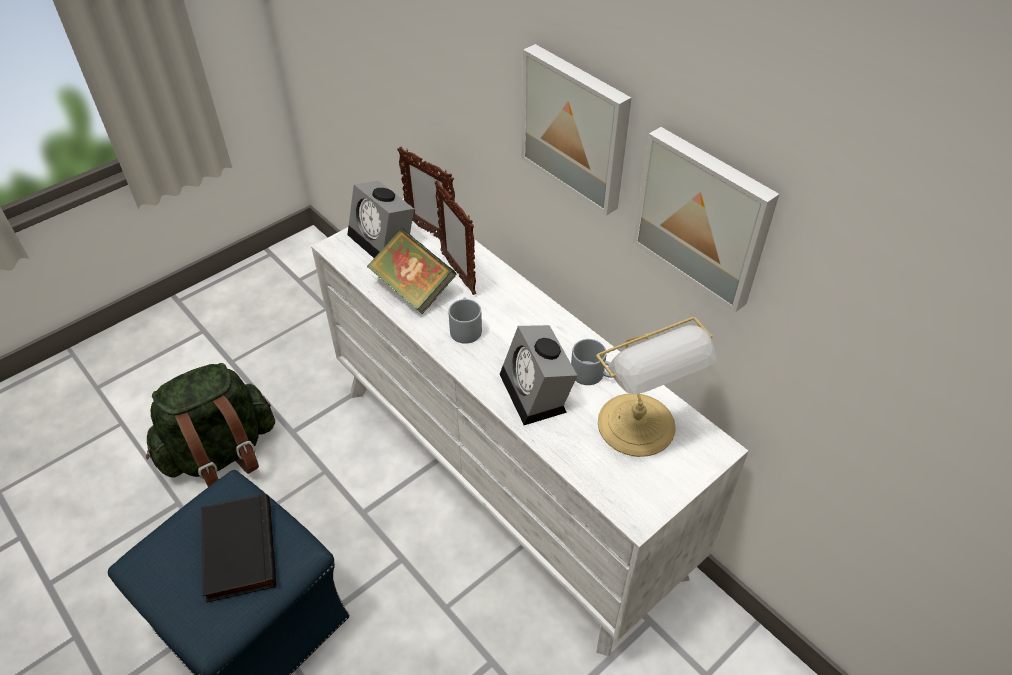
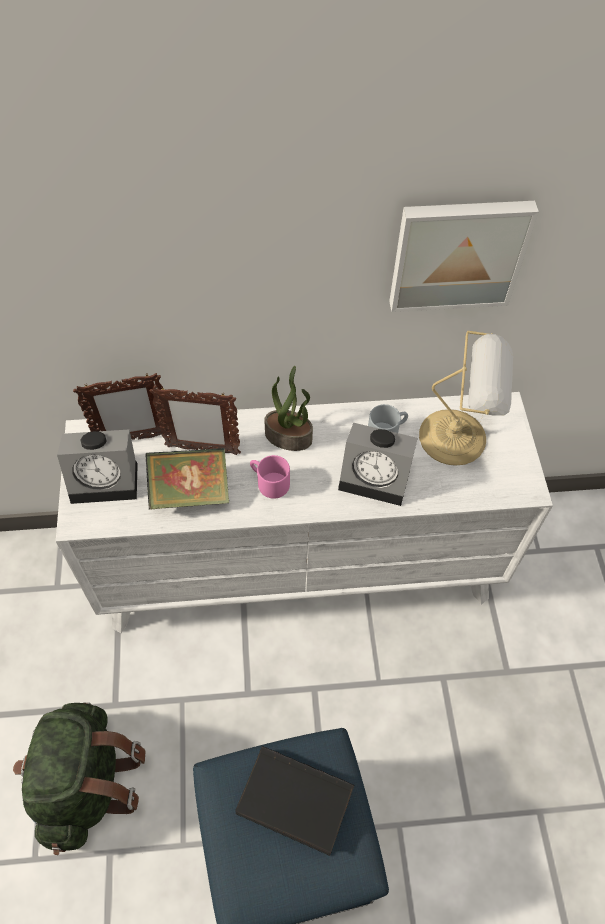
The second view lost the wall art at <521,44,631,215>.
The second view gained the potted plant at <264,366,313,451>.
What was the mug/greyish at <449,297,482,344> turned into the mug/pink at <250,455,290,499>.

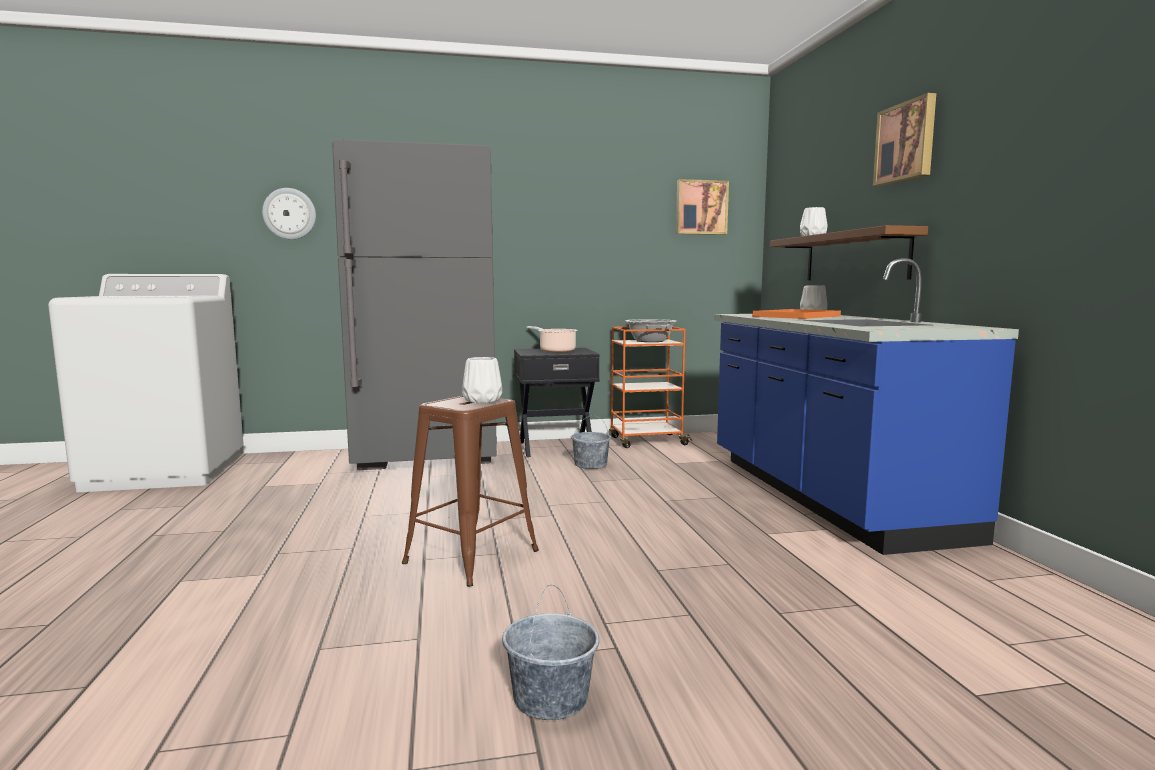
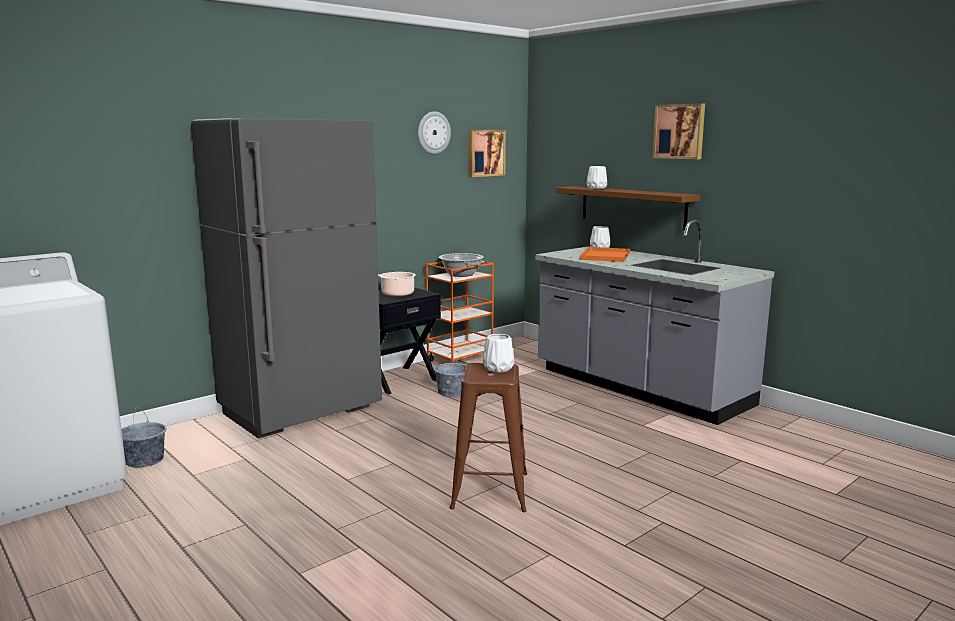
The wall clock ended up elsewhere, having gone from <262,188,316,240> to <418,111,451,154>.
The pail/greyish ended up elsewhere, having gone from <502,585,599,720> to <121,407,166,467>.
What was the kitchen base unit/bluish at <714,258,1019,555> turned into the kitchen base unit/greyish at <535,220,775,425>.

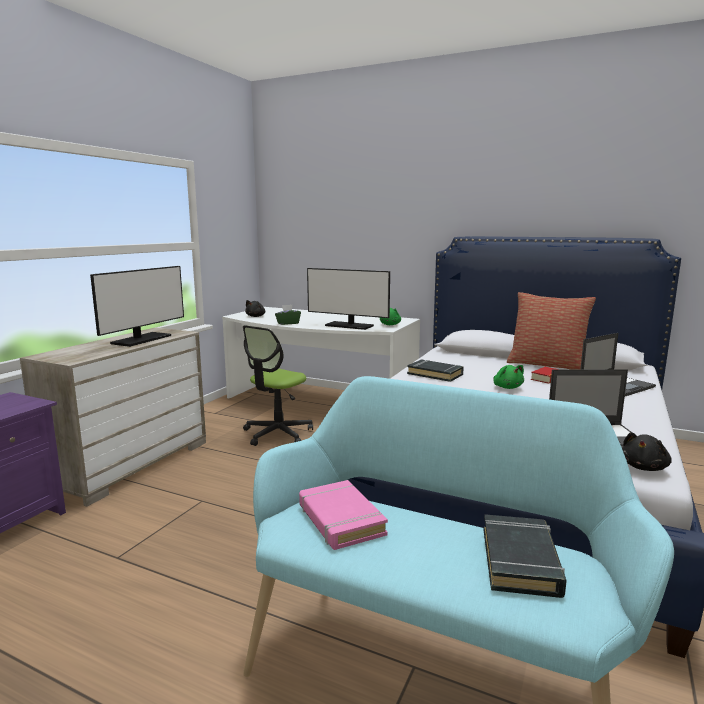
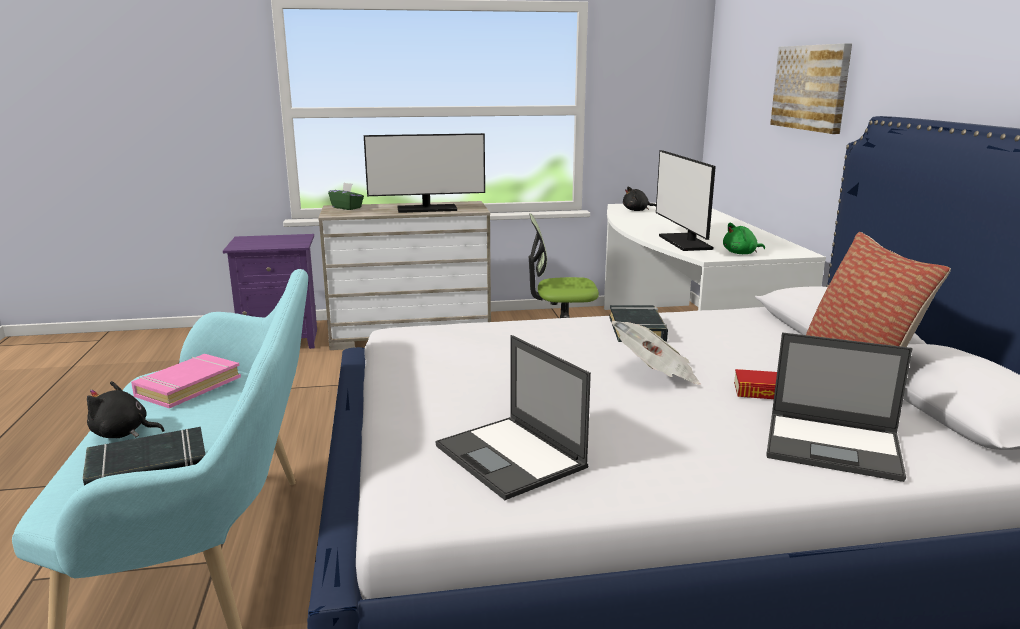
The second view gained the wall art at <770,44,852,134>.
The tissue box/green-coloured ended up elsewhere, having gone from <275,305,301,325> to <328,183,364,210>.
The plush toy/black-coloured ended up elsewhere, having gone from <622,432,672,471> to <87,381,165,438>.
Where the plush toy/green-coloured stood at <494,365,524,389>, the newspaper came to stand at <611,321,701,384>.

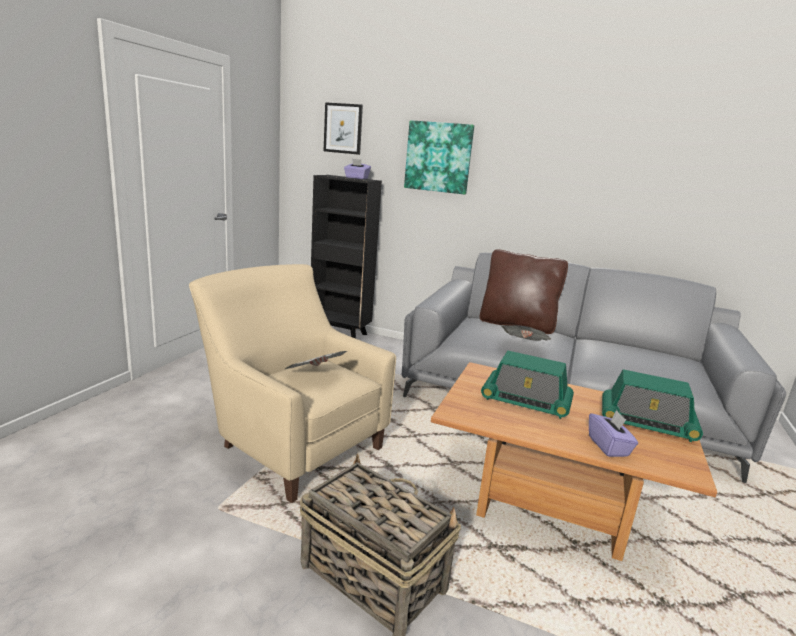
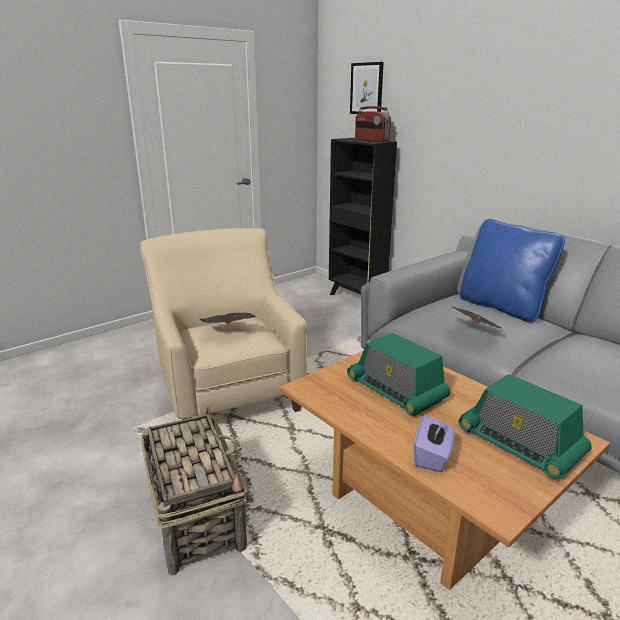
The second view lost the wall art at <404,120,474,194>.
Where the tissue box/purplish stood at <344,159,371,179>, the radio set came to stand at <355,106,391,142>.
What was the pillow/brown-coloured at <480,249,568,334> turned into the pillow/bluish at <460,219,565,323>.

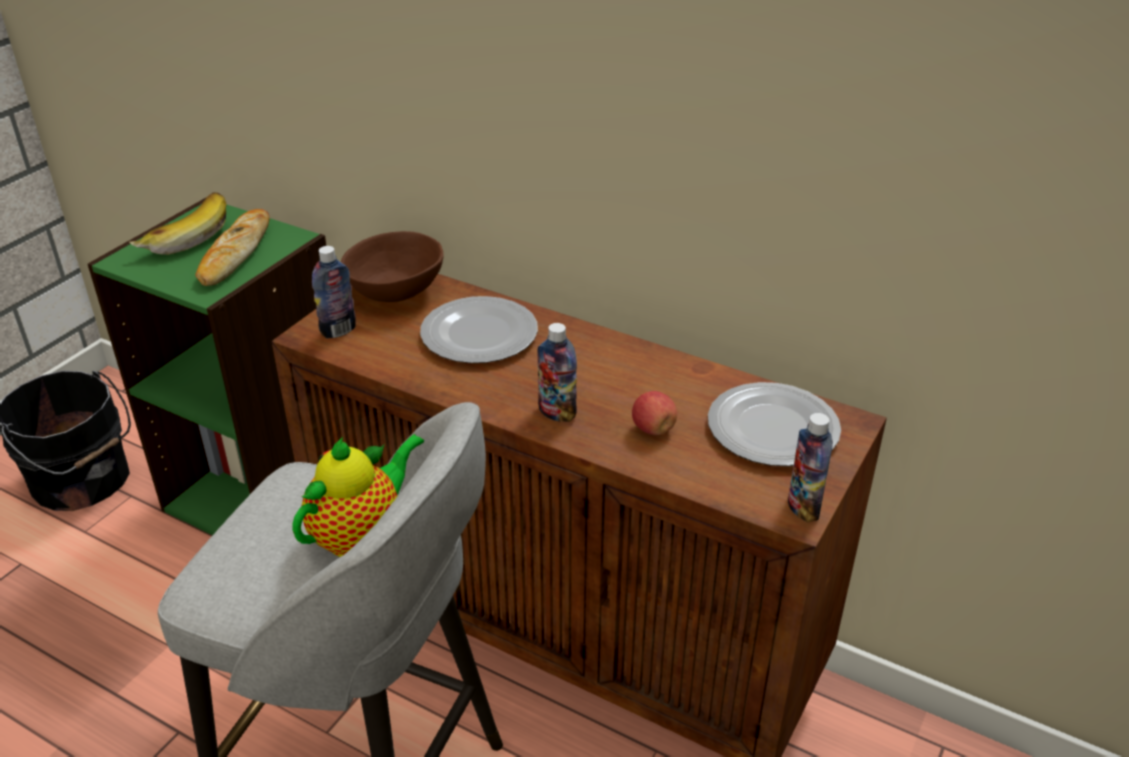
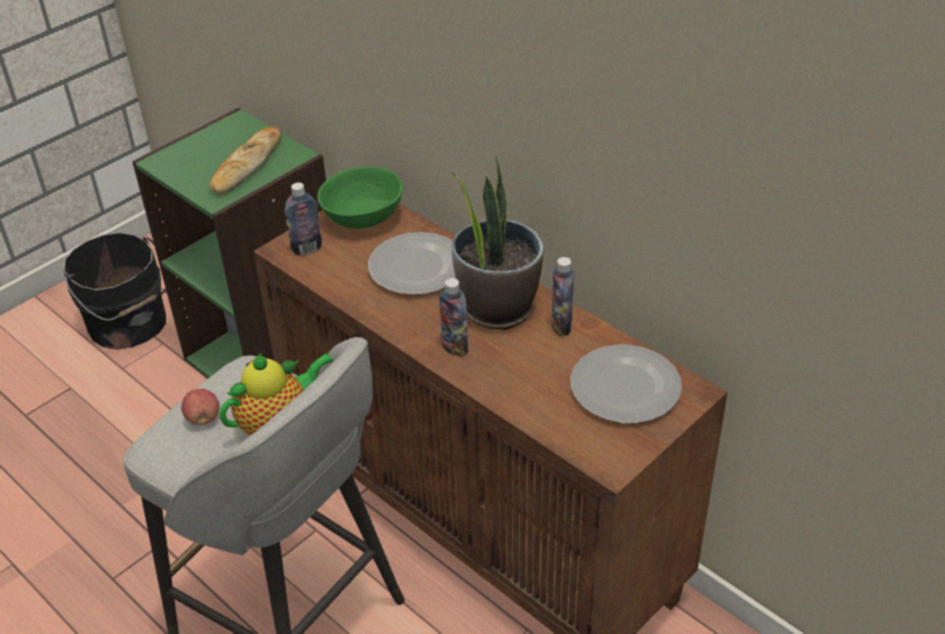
The second view lost the banana fruit at <129,192,226,255>.
The second view gained the potted plant at <451,154,544,330>.
The apple fruit ended up elsewhere, having gone from <632,391,677,435> to <181,389,219,426>.
The drink bottle ended up elsewhere, having gone from <788,413,833,522> to <552,257,574,336>.
What was the deep dish/brown-coloured at <341,231,444,302> turned into the deep dish/green-coloured at <317,167,403,229>.

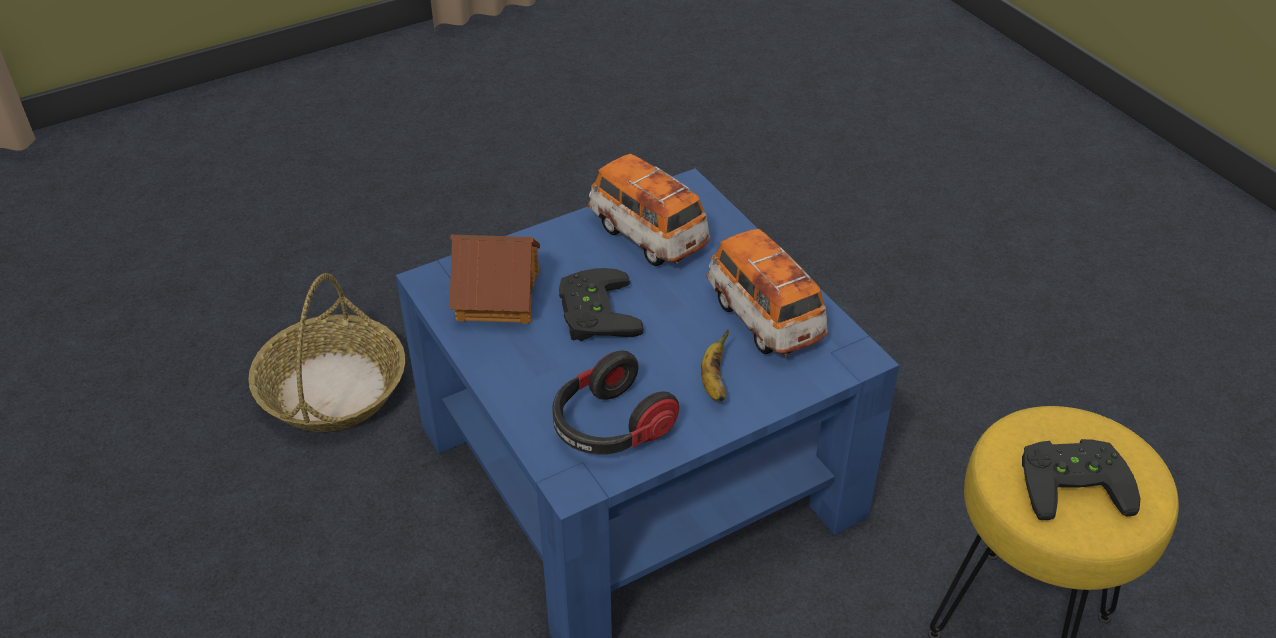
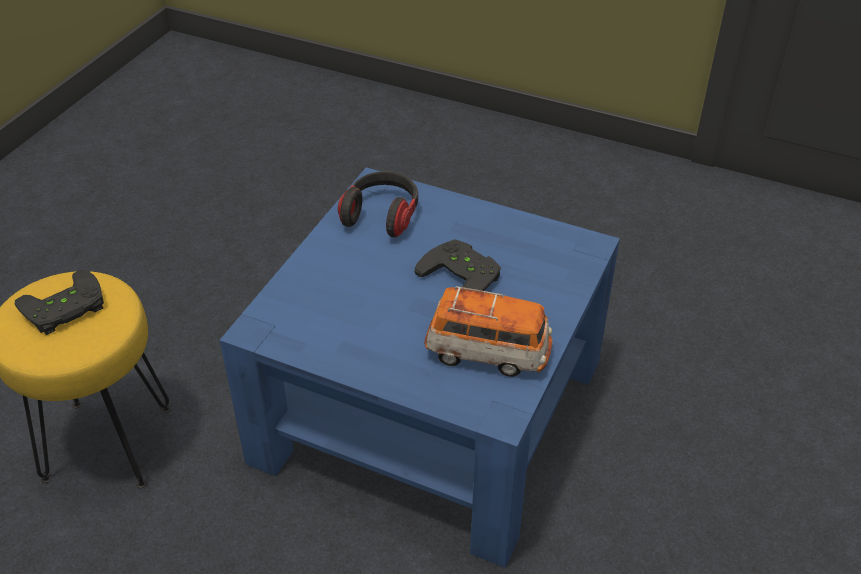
The second view lost the storage basket at <248,273,405,432>.
The second view lost the miniature house at <449,235,540,324>.
The second view lost the banana fruit at <701,329,729,401>.
The second view lost the miniature car at <706,229,828,357>.

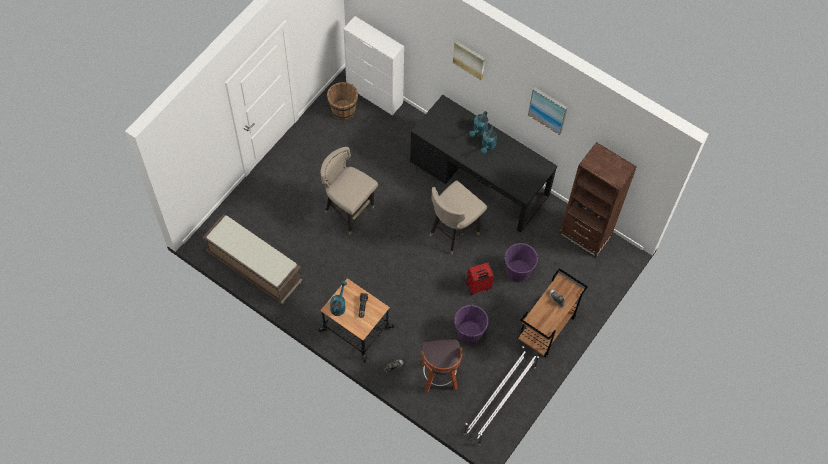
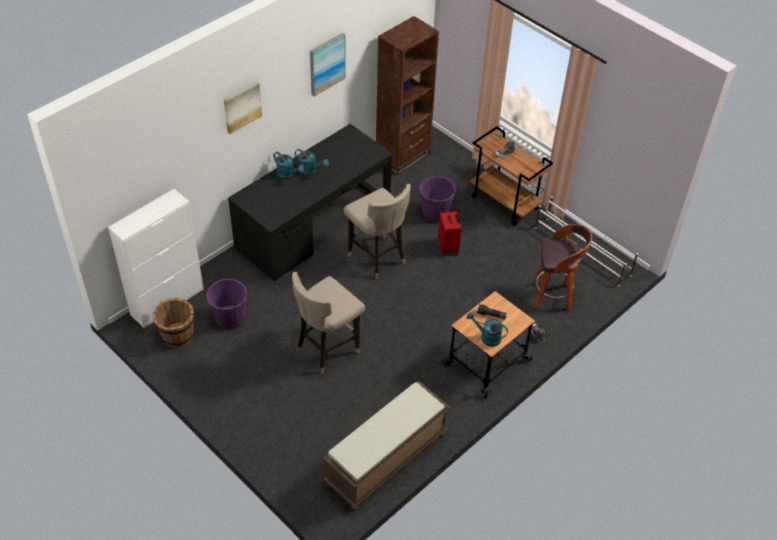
The pail/purplish ended up elsewhere, having gone from <454,305,488,344> to <207,279,247,329>.

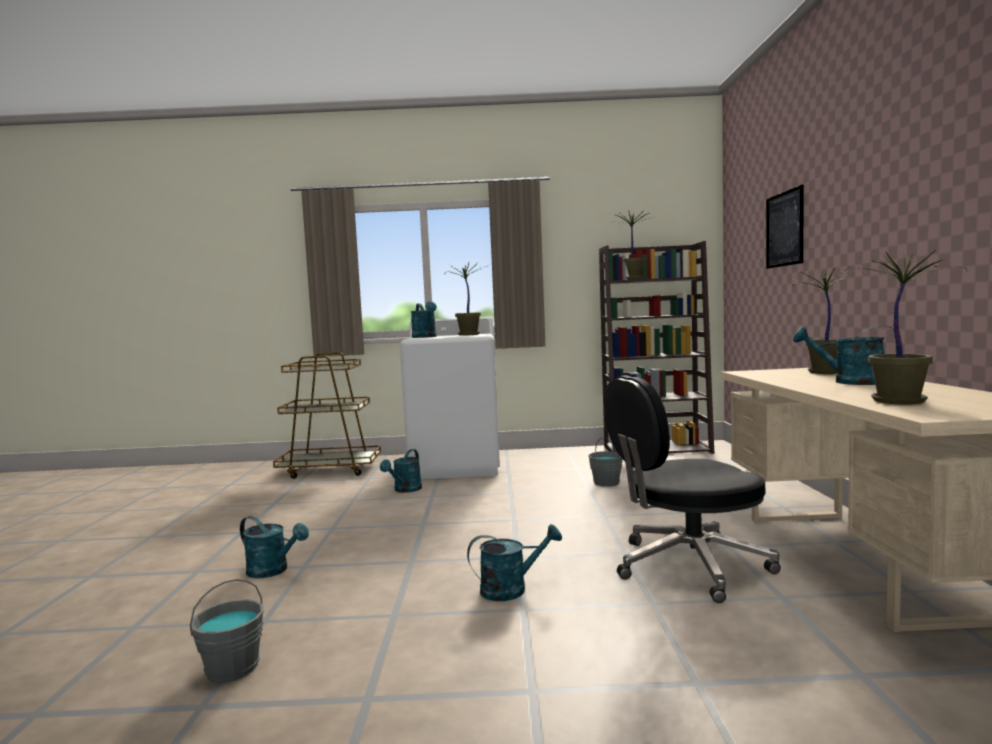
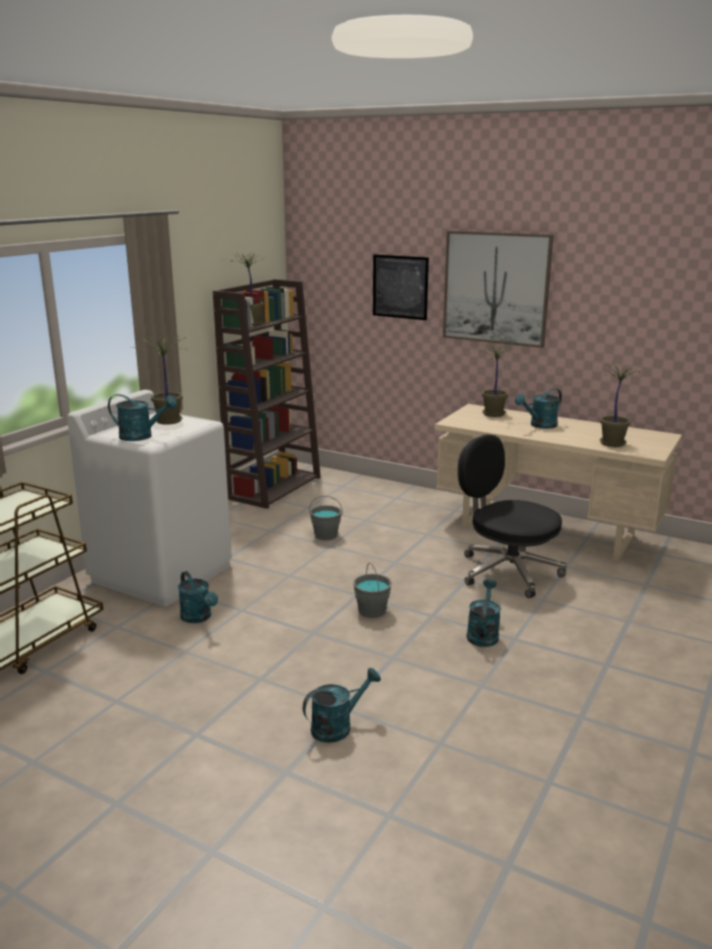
The second view gained the wall art at <443,230,553,348>.
The pail/greyish ended up elsewhere, having gone from <190,579,264,683> to <353,563,392,618>.
The office chair/black-coloured at <604,375,781,603> ended up facing another way, 120 degrees clockwise from before.

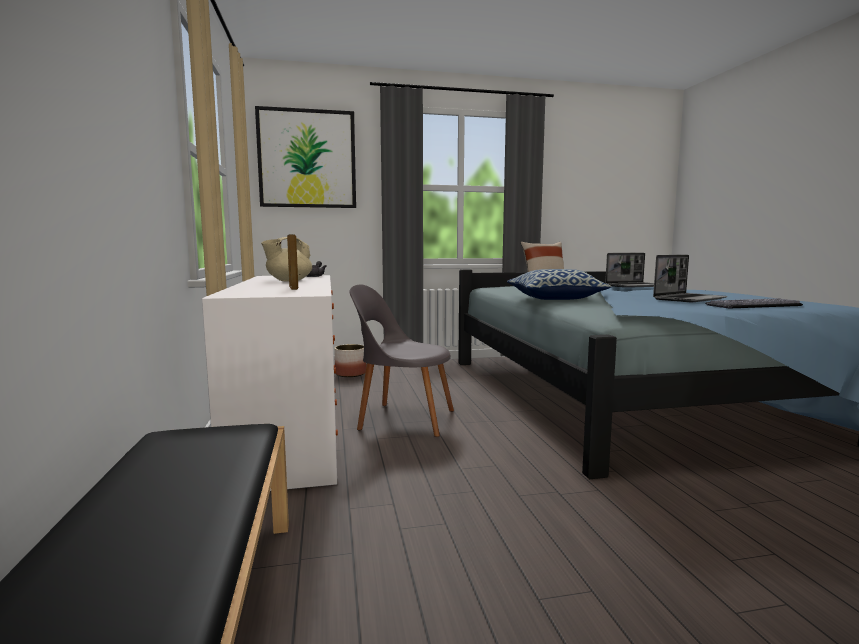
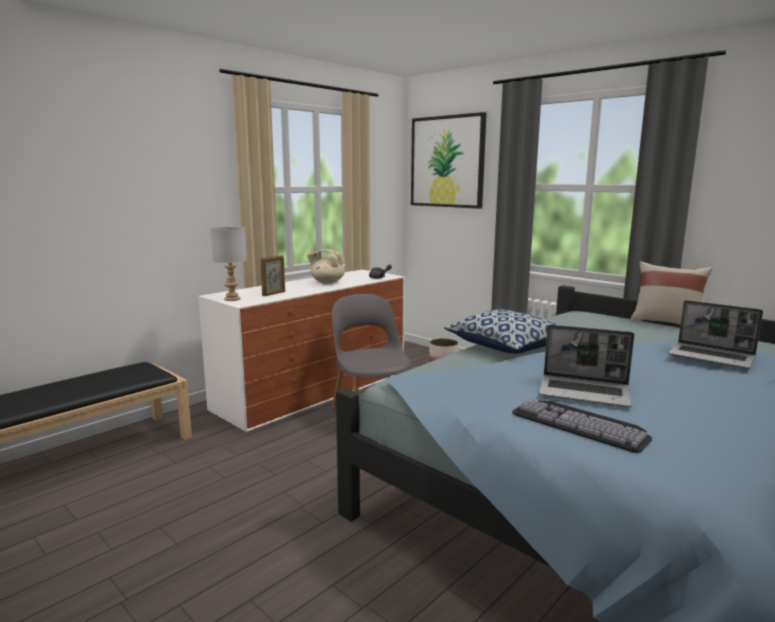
The second view gained the table lamp/greyish at <210,227,247,301>.

